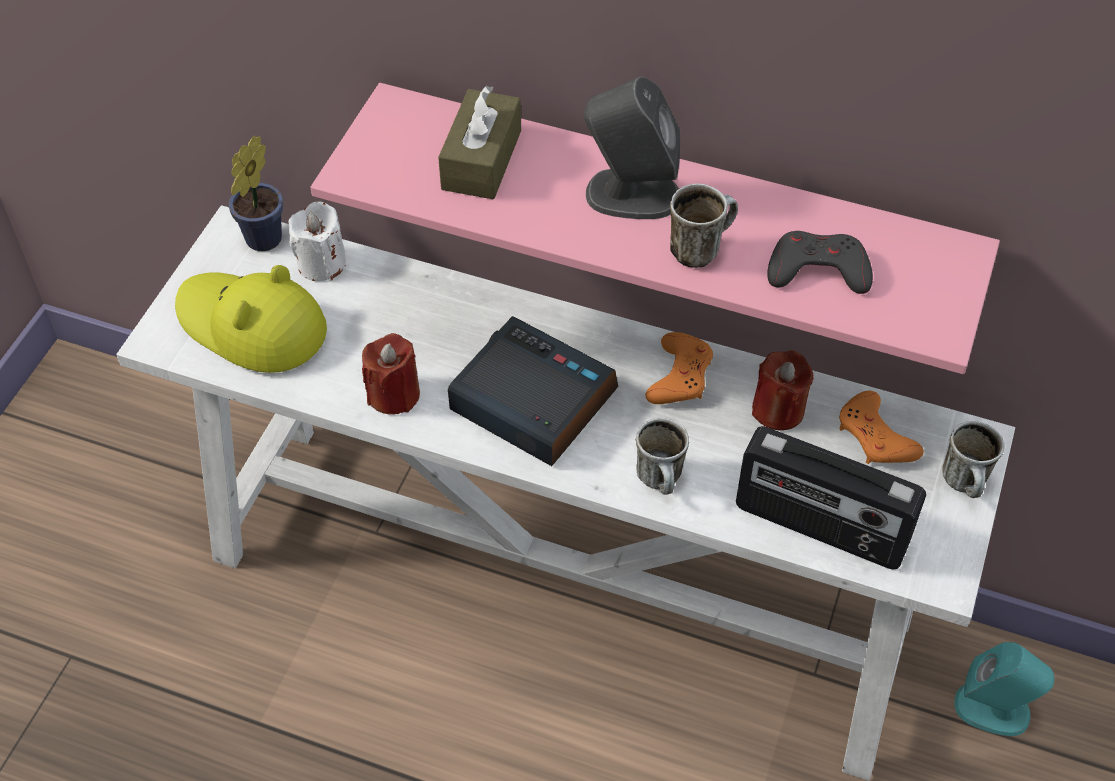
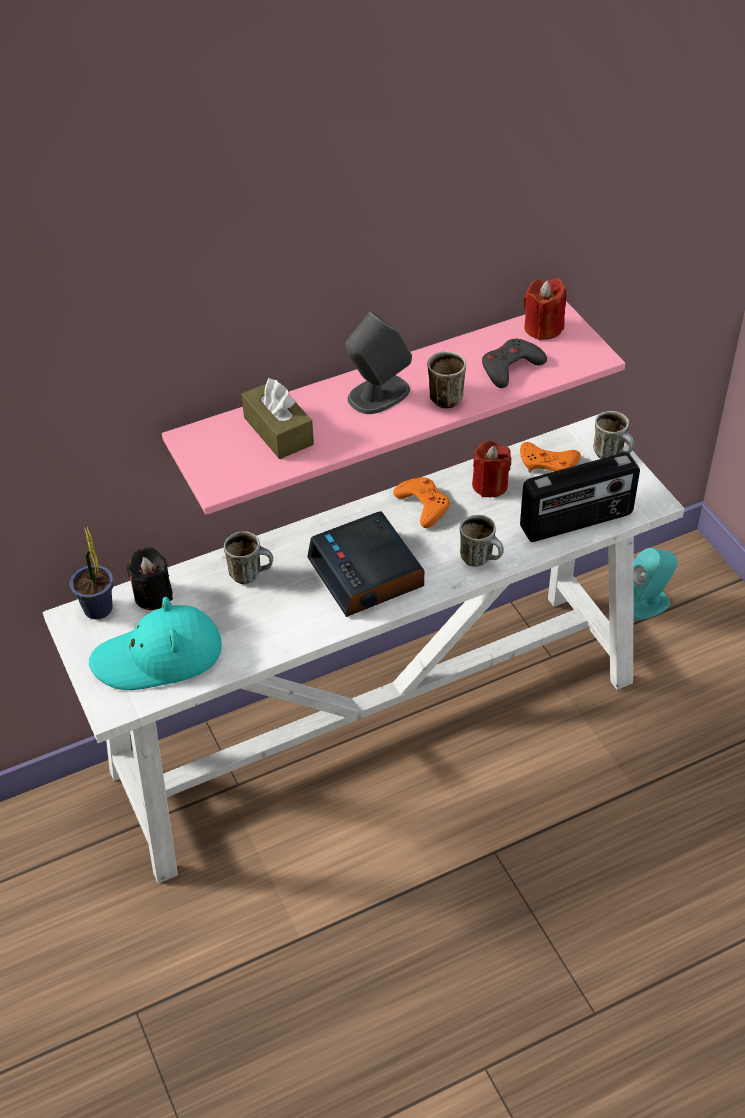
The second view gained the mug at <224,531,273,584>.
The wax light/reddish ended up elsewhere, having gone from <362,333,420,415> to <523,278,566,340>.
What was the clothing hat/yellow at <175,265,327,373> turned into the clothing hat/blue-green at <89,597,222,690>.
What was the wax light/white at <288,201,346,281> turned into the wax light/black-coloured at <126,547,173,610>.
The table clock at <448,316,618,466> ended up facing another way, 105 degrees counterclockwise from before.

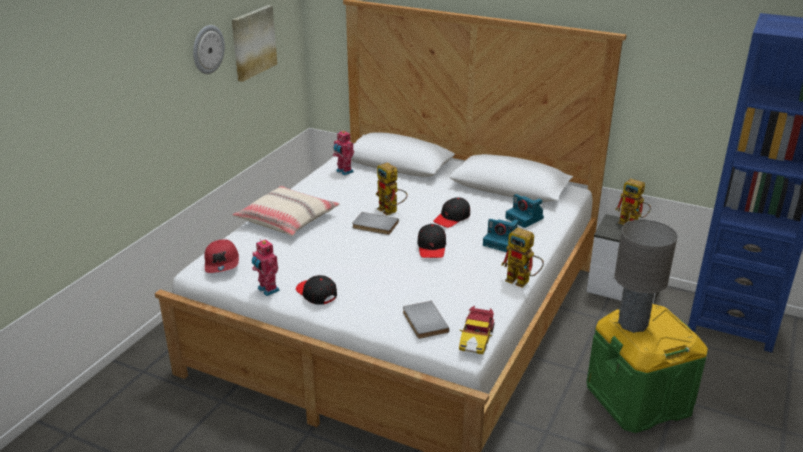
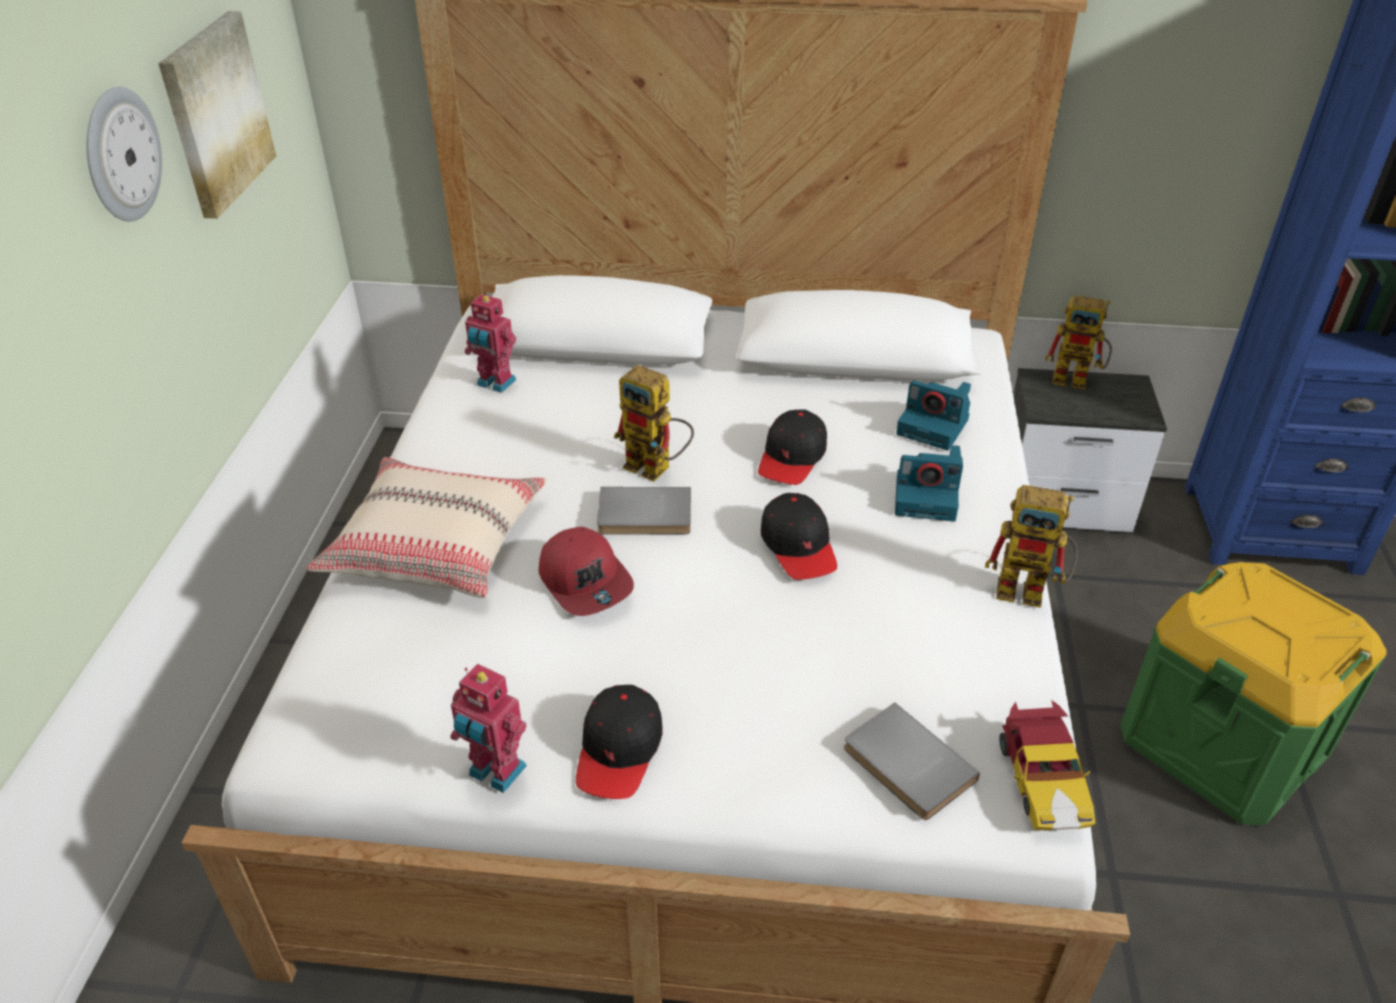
The second view lost the table lamp/greyish at <615,219,678,333>.
The cap/reddish ended up elsewhere, having gone from <204,239,239,273> to <539,527,634,616>.
The cap/black-coloured at <296,275,337,305> ended up facing another way, 105 degrees counterclockwise from before.

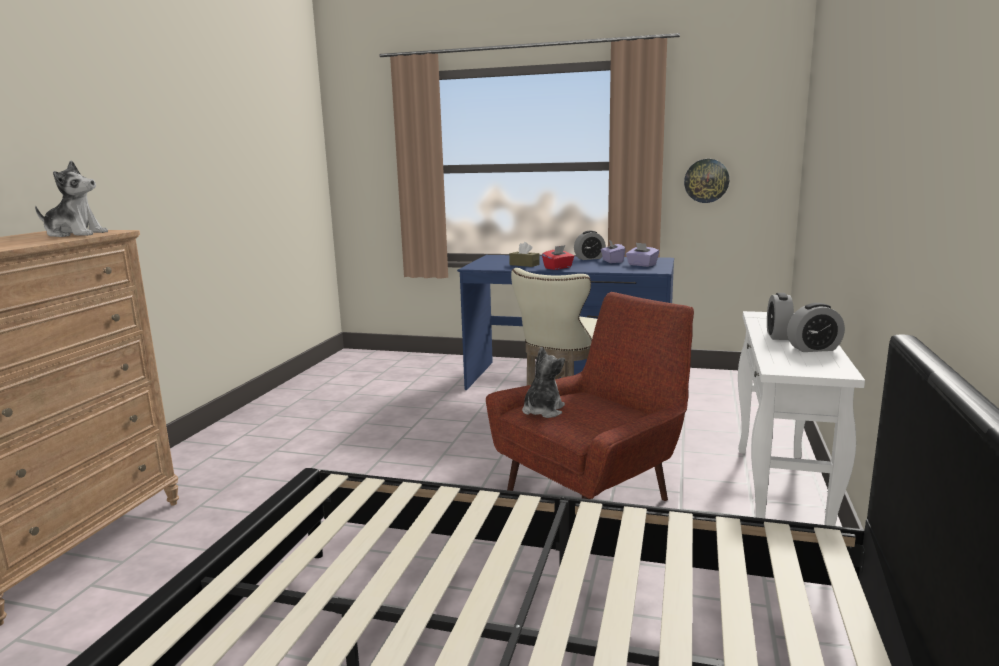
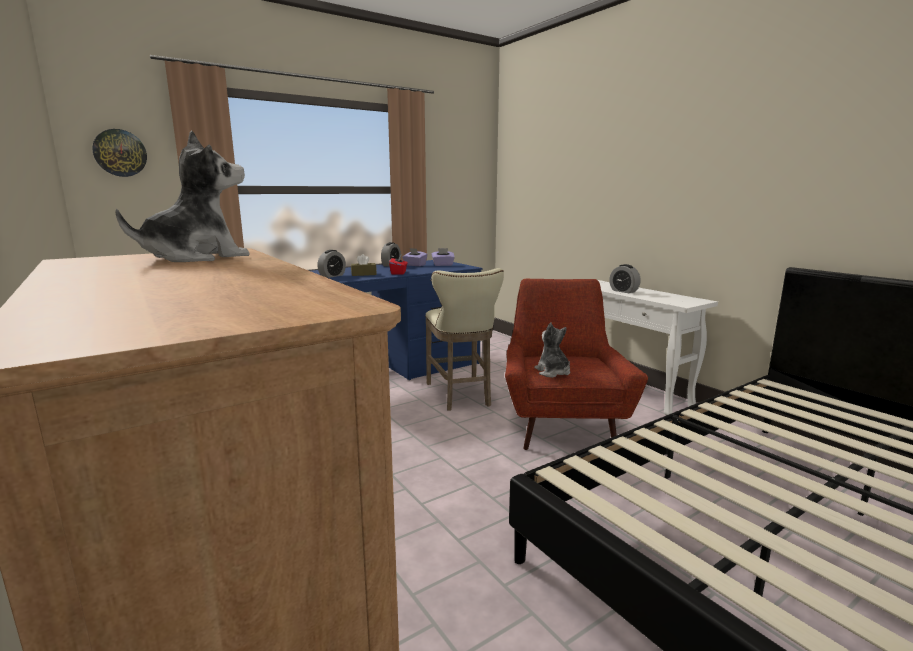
The wall clock ended up elsewhere, having gone from <684,159,729,203> to <92,129,147,177>.
The table clock ended up elsewhere, having gone from <787,303,845,352> to <317,250,346,278>.

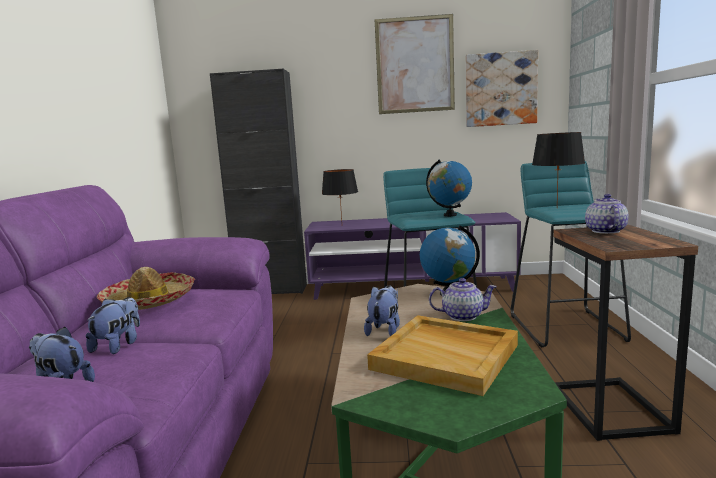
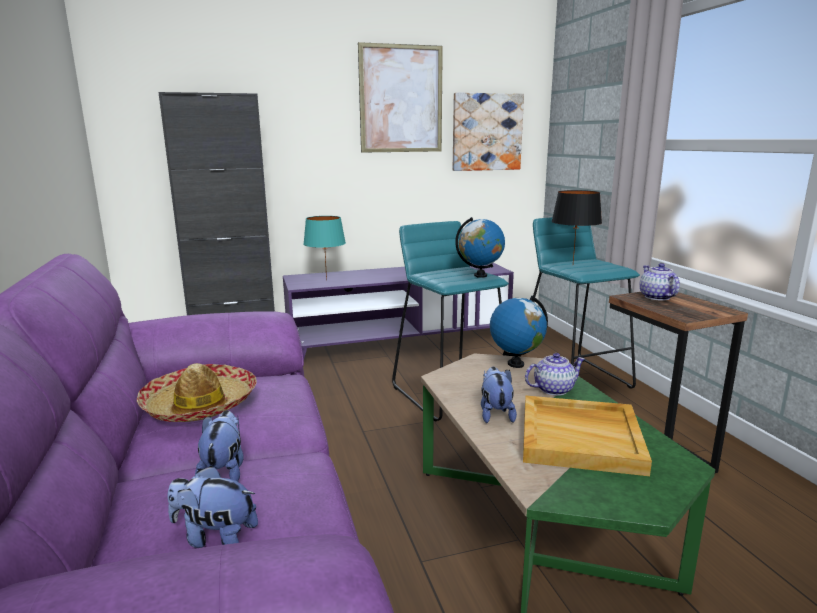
What was the table lamp/black-coloured at <322,169,358,220> turned into the table lamp/blue-green at <303,216,346,281>.

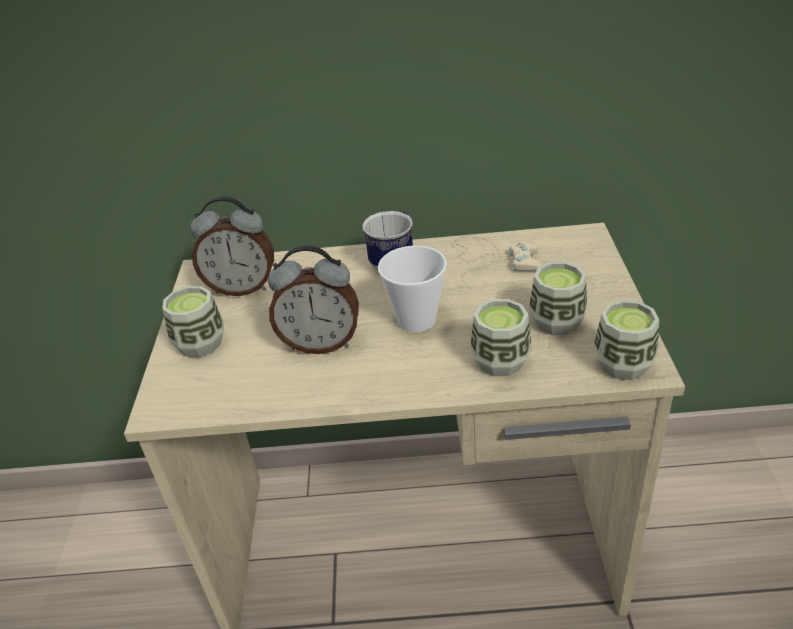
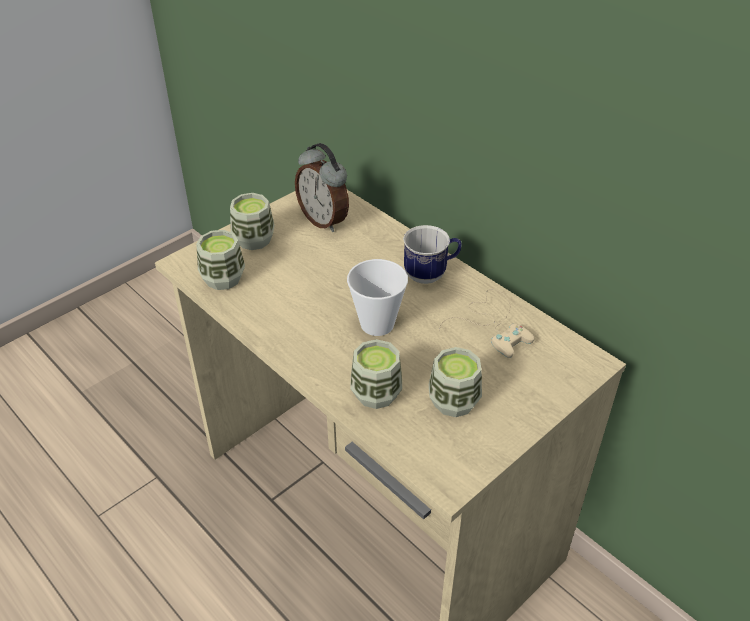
The second view lost the table clock at <268,245,359,354>.
The cup ended up elsewhere, having gone from <593,300,659,380> to <196,230,245,290>.

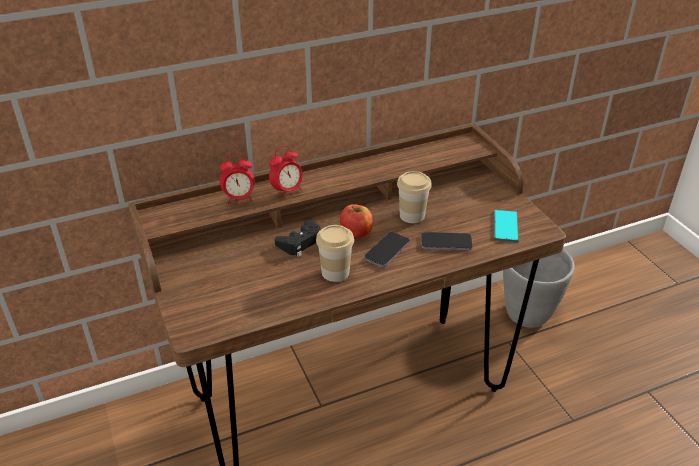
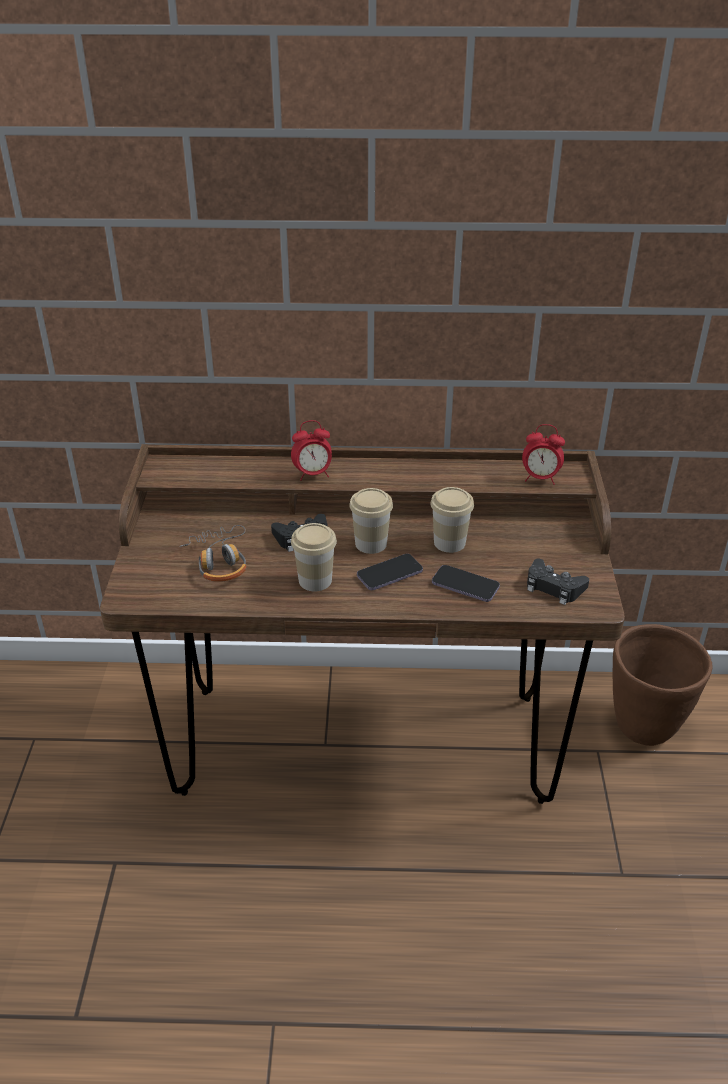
The second view gained the pair of headphones at <180,525,247,582>.
The table clock ended up elsewhere, having gone from <219,153,255,204> to <522,424,565,485>.
Where the apple fruit stood at <340,204,373,238>, the cup came to stand at <349,488,393,554>.
Where the telephone stood at <494,209,519,242>, the game controller/black-coloured came to stand at <527,559,589,605>.
What was the flower pot/greyish at <503,249,575,328> turned into the flower pot/brown-coloured at <612,624,713,746>.

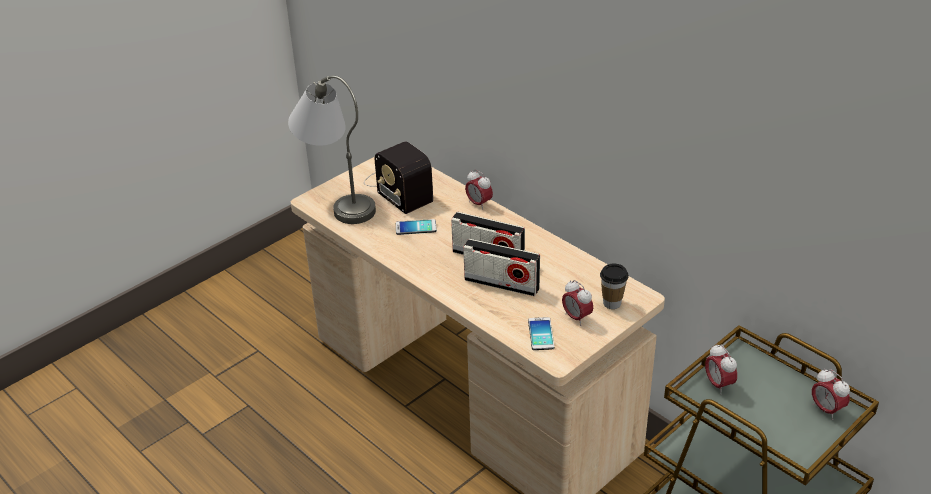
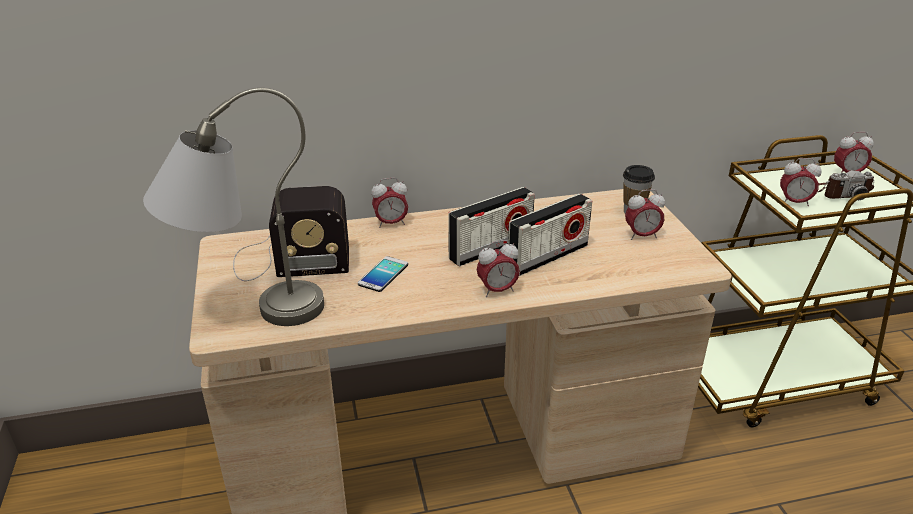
The second view lost the telephone at <528,317,554,350>.
The second view gained the table clock at <477,240,520,297>.
The second view gained the still camera at <818,170,875,200>.

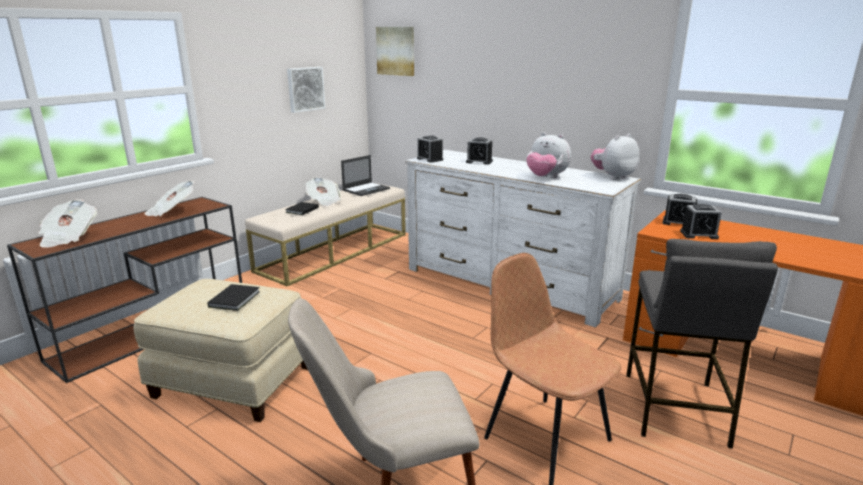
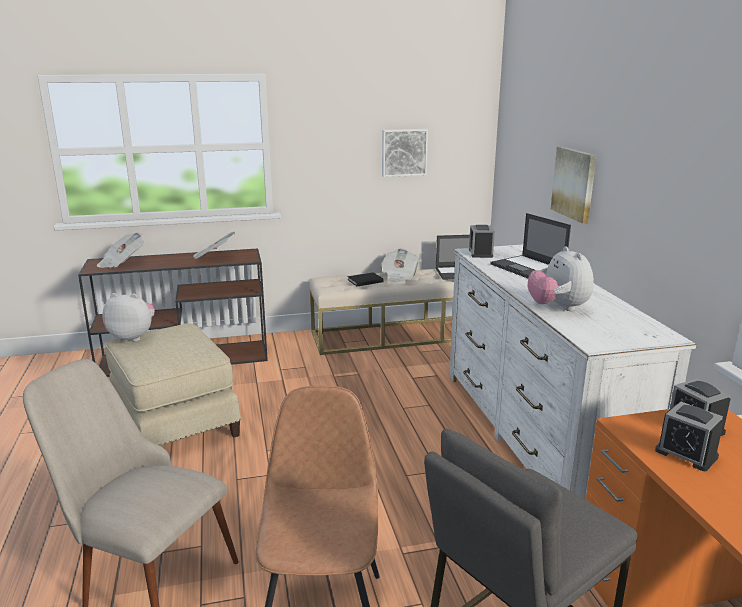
The second view lost the bound book/black-coloured at <207,284,260,311>.
The wall art ended up elsewhere, having gone from <376,27,414,76> to <551,147,597,224>.
The plush toy ended up elsewhere, having gone from <591,134,639,180> to <102,293,155,342>.
Where the table clock stood at <466,137,493,165>, the notebook computer came to stand at <491,213,571,278>.

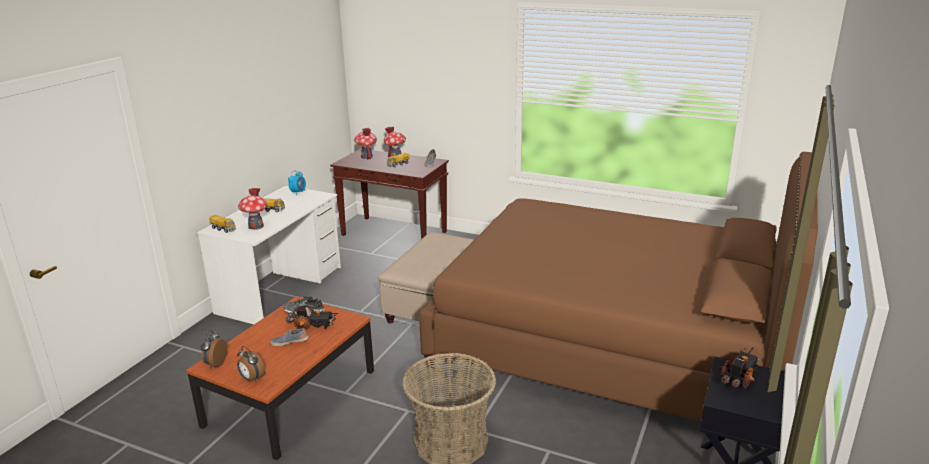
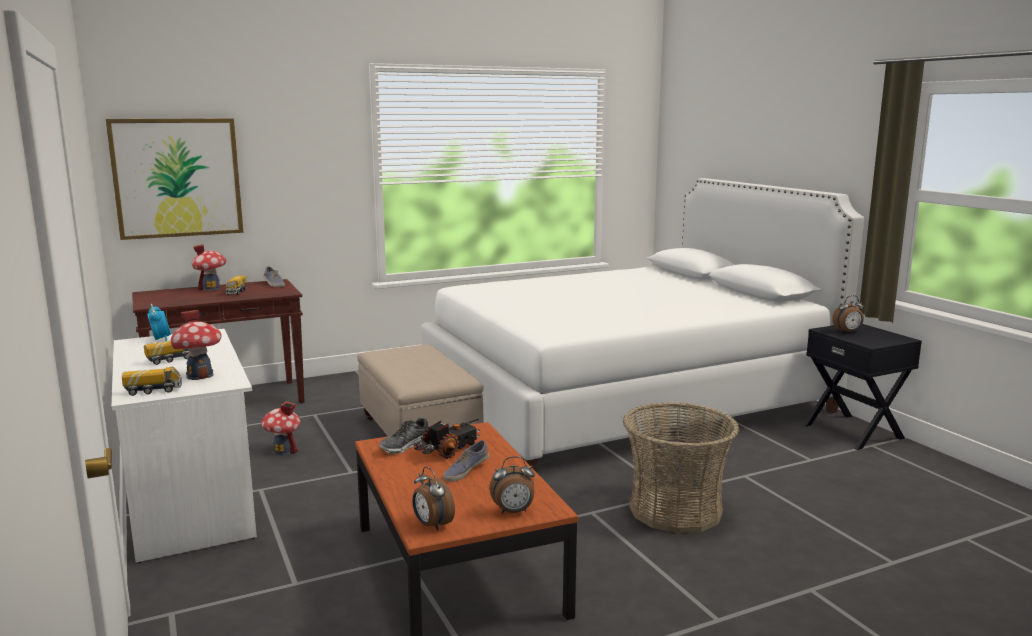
The second view gained the wall art at <106,118,244,240>.
The miniature house ended up elsewhere, having gone from <354,128,377,160> to <261,401,301,455>.
Where the toy lorry stood at <719,347,759,388>, the table clock came to stand at <832,295,864,333>.
What was the bedroom bed/brown-coloured at <419,152,818,449> turned into the bedroom bed/white at <421,178,864,471>.

